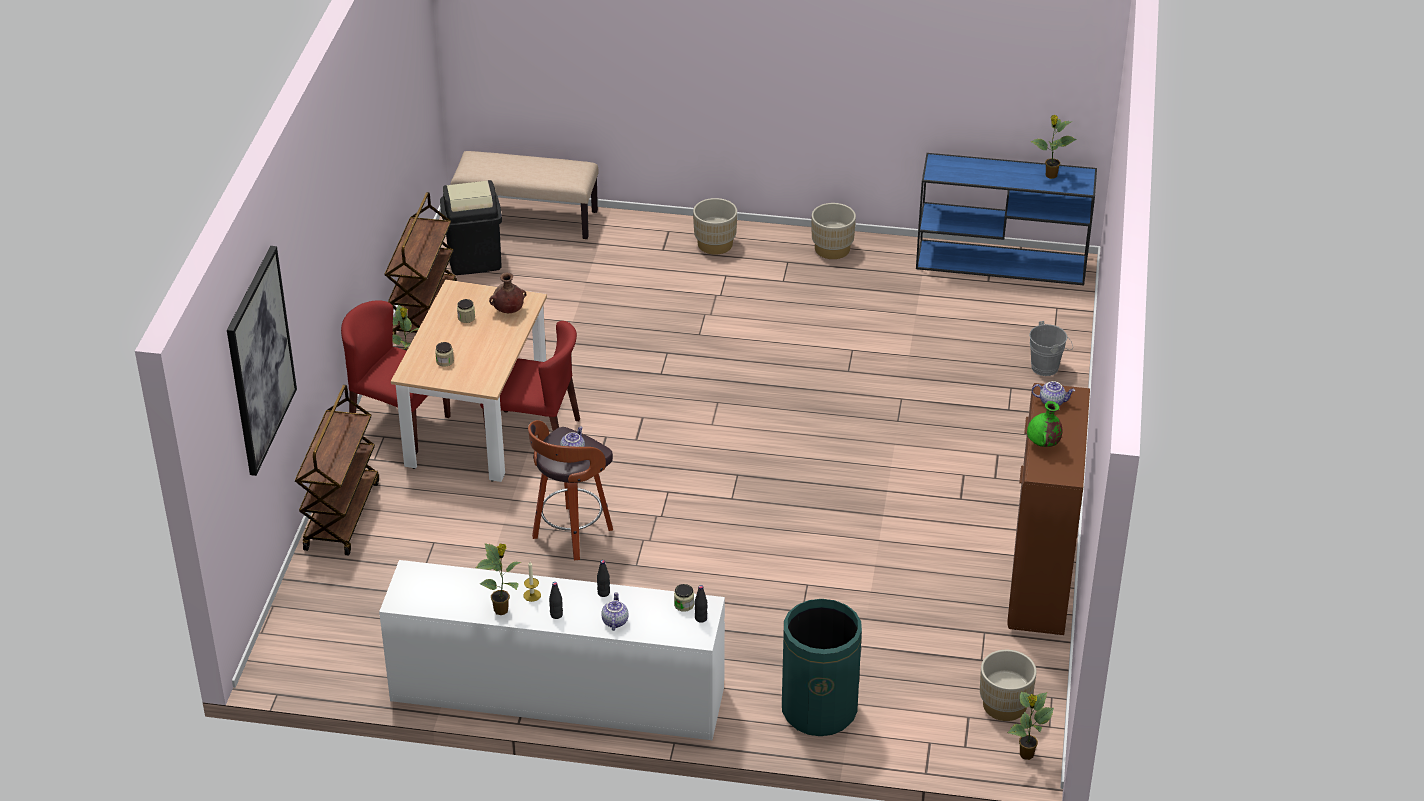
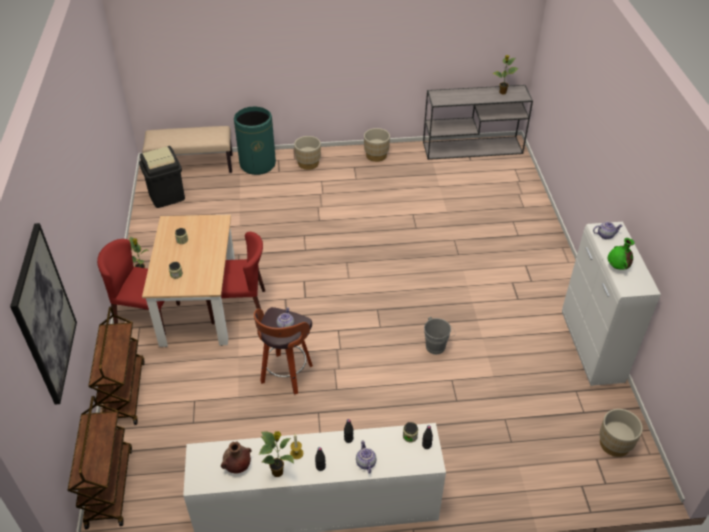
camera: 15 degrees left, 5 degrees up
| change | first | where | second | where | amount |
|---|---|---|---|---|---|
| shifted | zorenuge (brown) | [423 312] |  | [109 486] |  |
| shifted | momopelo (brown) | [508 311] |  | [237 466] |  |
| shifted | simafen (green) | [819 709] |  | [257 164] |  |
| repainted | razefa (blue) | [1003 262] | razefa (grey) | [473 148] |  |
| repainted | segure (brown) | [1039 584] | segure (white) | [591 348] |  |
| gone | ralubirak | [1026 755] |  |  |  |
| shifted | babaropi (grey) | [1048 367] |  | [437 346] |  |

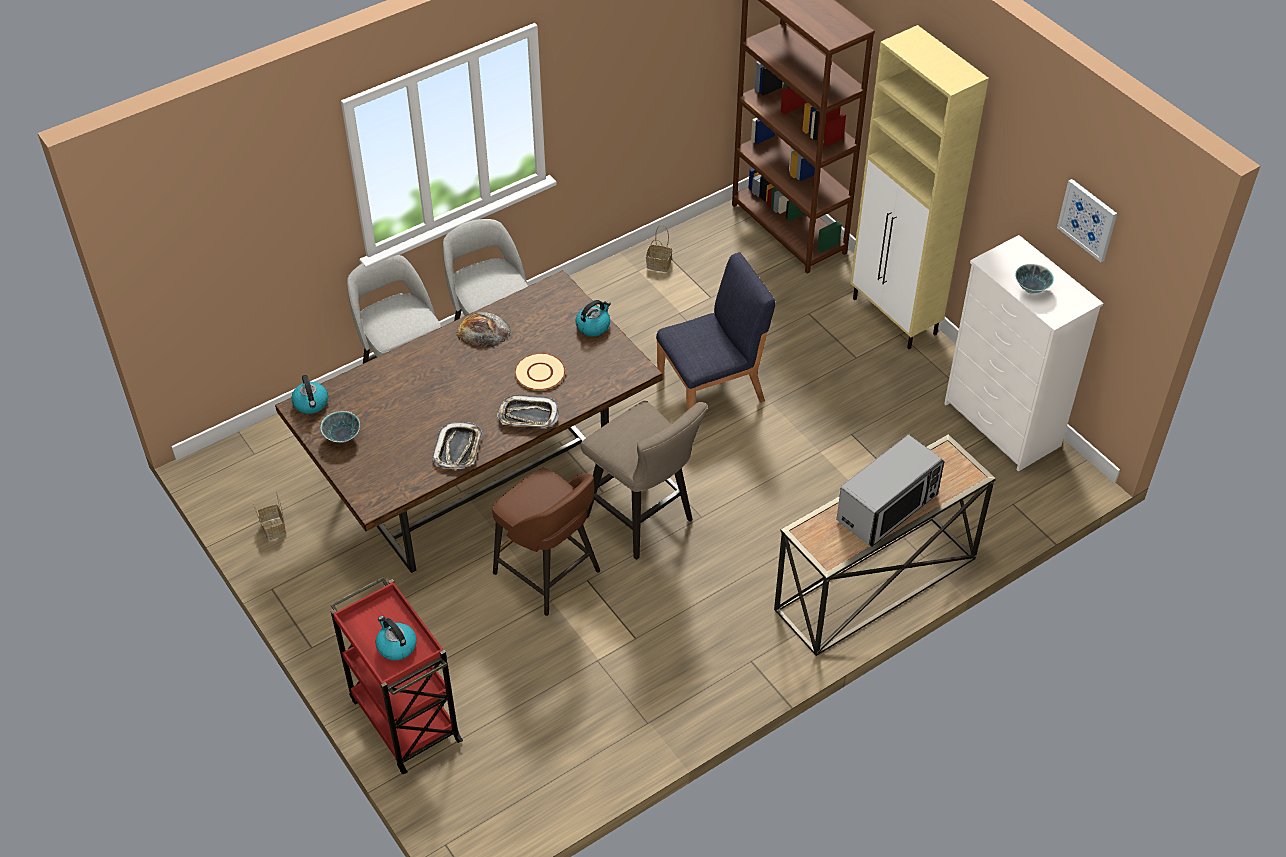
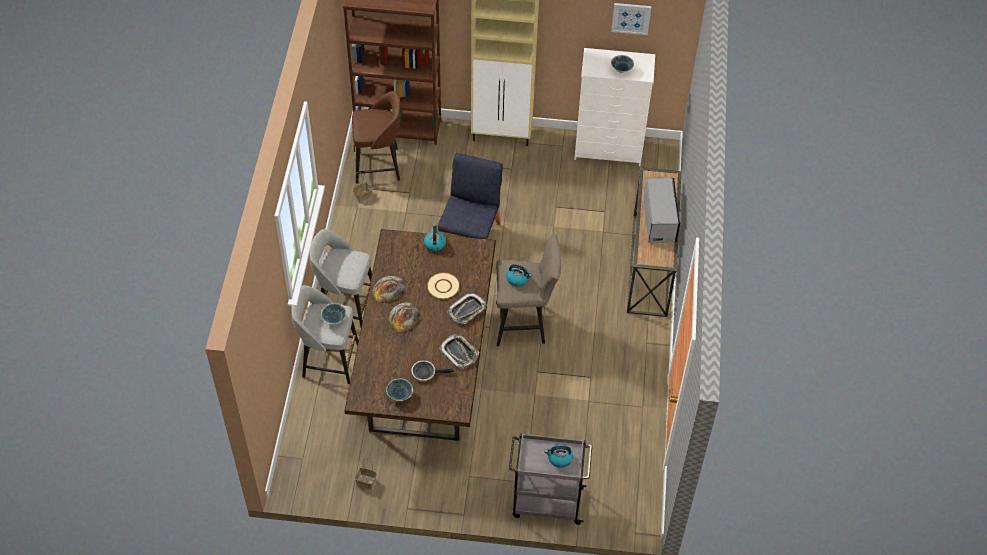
camera: 50 degrees left, 5 degrees up
| change | first | where | second | where | amount |
|---|---|---|---|---|---|
| shifted | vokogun | [311 403] |  | [518 279] |  |
| repainted | zorenuge (red) | [404 718] | zorenuge (grey) | [546 502] |  |
| shifted | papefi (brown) | [549 574] |  | [379 165] |  |
| new |  |  | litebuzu | [334 319] |  |
| new |  |  | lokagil | [404 317] |  |
| new |  |  | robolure | [425 373] |  |

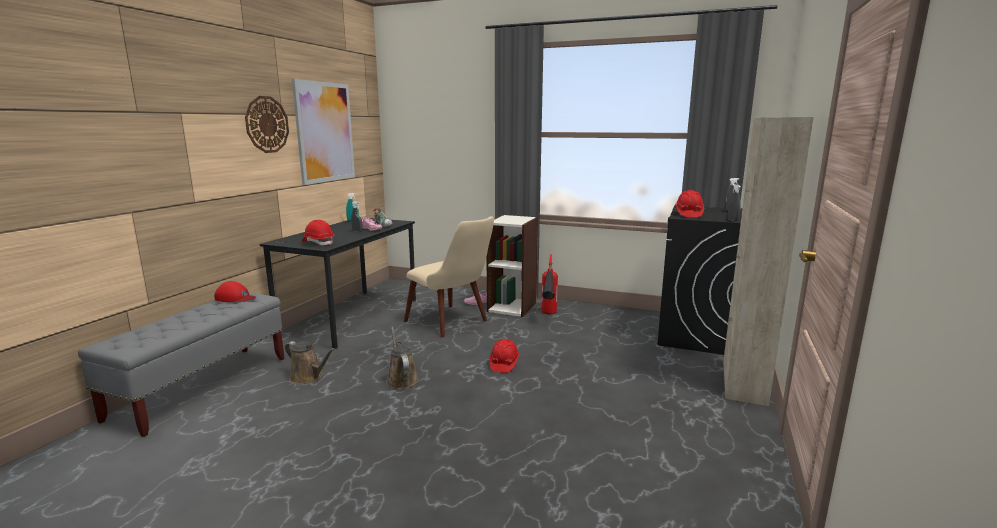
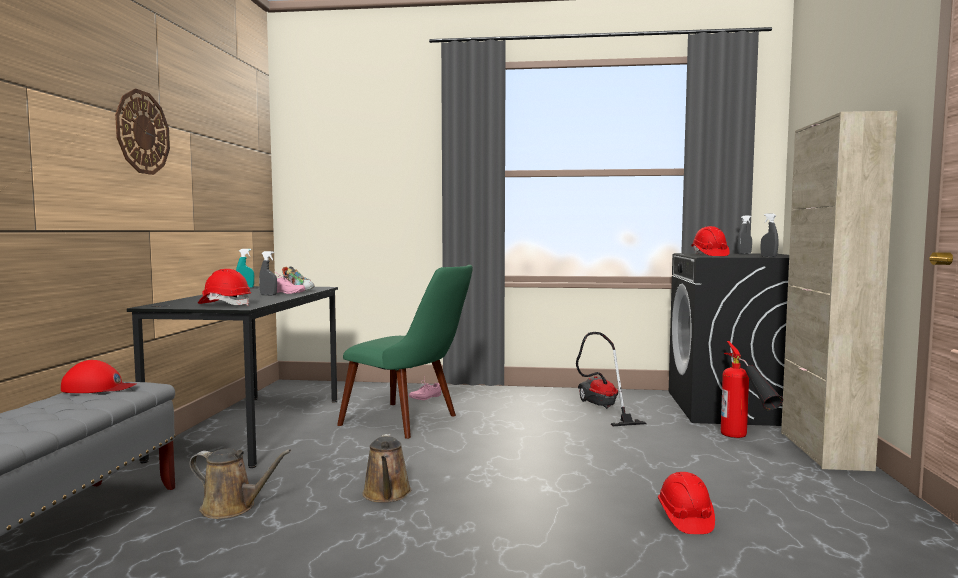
camera: 15 degrees left, 10 degrees down
| change | first | where | second | where | amount |
|---|---|---|---|---|---|
| gone | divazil | [325 132] |  |  |  |
| rotated | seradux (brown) | [401 379] |  | [387 494] | 150 degrees counterclockwise |
| repainted | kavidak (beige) | [453 323] | kavidak (green) | [411 422] |  |
| gone | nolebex | [512 307] |  |  |  |
| shifted | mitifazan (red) | [504 364] |  | [685 519] |  |
| shifted | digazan | [548 317] |  | [746 441] |  |
| new |  |  | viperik | [601 408] |  |

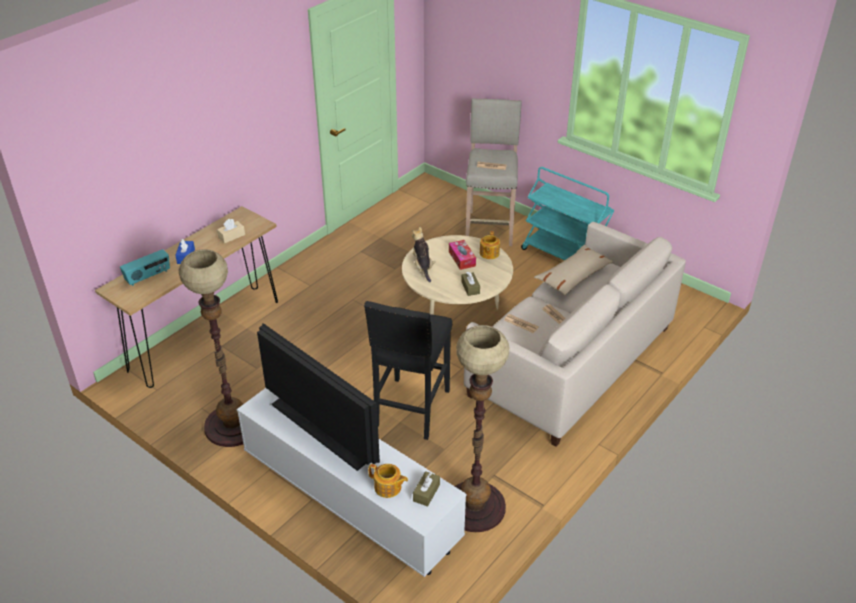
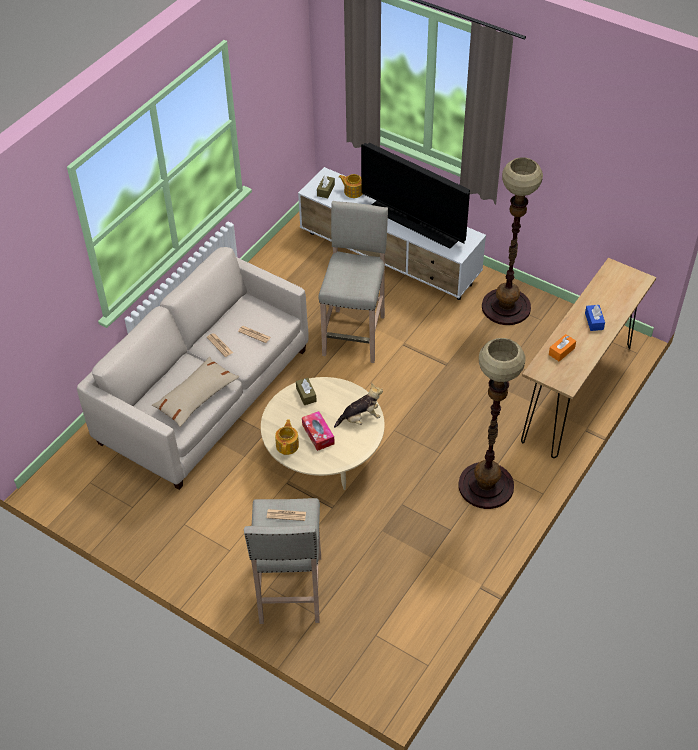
camera: 175 degrees right, 10 degrees up
| change | first | where | second | where | amount |
|---|---|---|---|---|---|
| gone | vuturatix | [148 277] |  |  |  |
| repainted | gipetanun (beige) | [231 236] | gipetanun (orange) | [561 351] |  |
| repainted | papefi (black) | [410 409] | papefi (beige) | [355 334] |  |
| rotated | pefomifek | [422 267] |  | [360 418] | 90 degrees counterclockwise |
| shifted | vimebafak | [474 506] |  | [486 486] |  |
| gone | zorenuge (turquoise) | [564 256] |  |  |  |

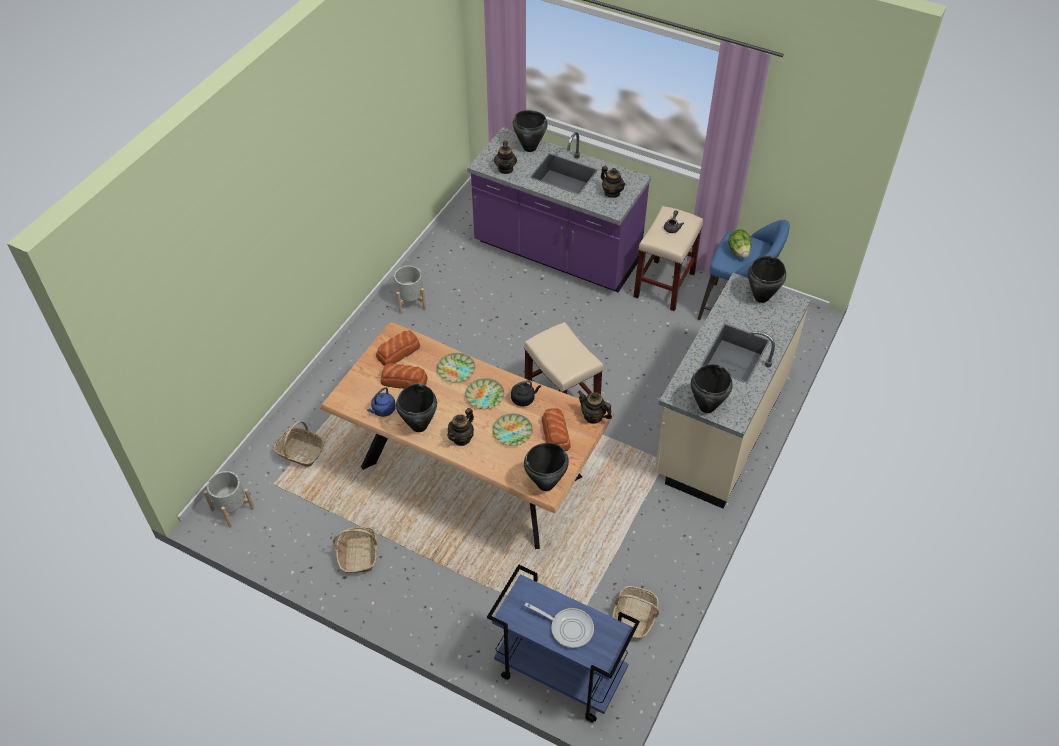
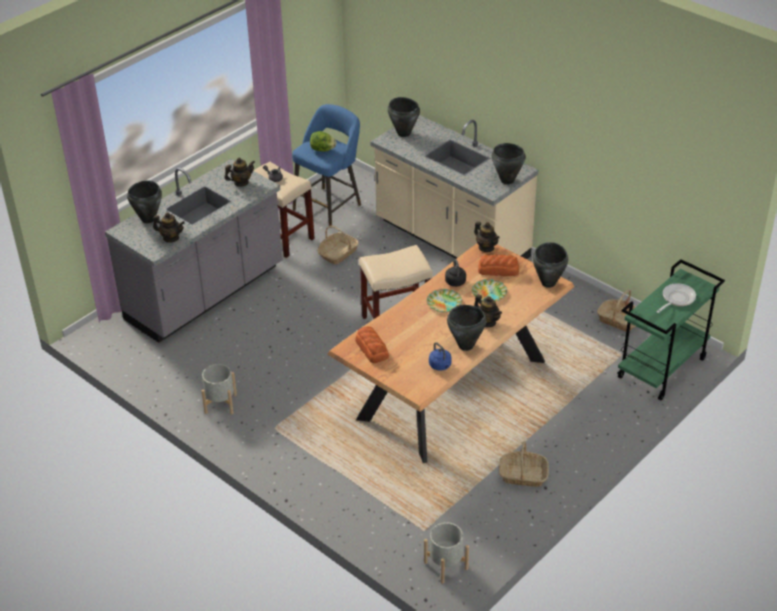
camera: 75 degrees left, 10 degrees down
| change | first | where | second | where | amount |
|---|---|---|---|---|---|
| shifted | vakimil | [300 452] |  | [338 253] |  |
| gone | lokagil | [404 381] |  |  |  |
| gone | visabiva | [456 369] |  |  |  |
| repainted | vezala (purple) | [556 254] | vezala (grey) | [206 294] |  |
| repainted | zorenuge (blue) | [559 674] | zorenuge (green) | [661 369] |  |
| rotated | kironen | [593 416] |  | [486 247] | 90 degrees counterclockwise |

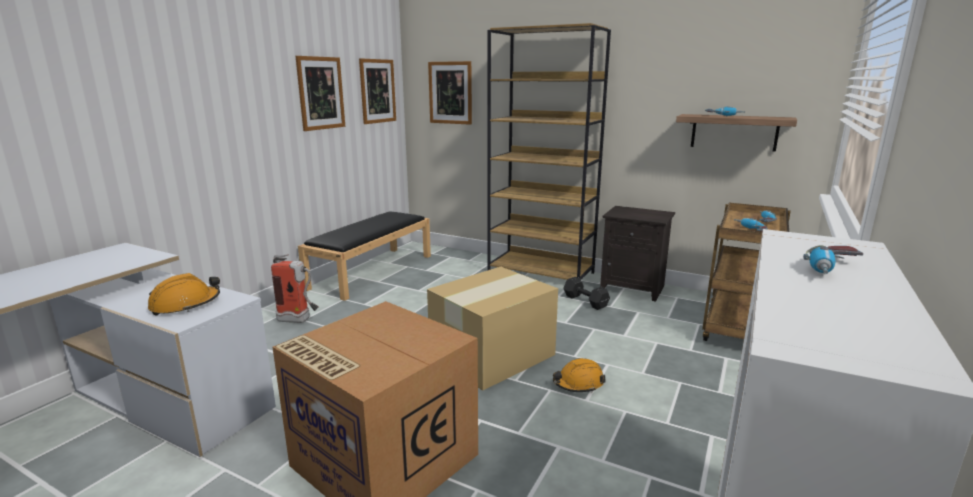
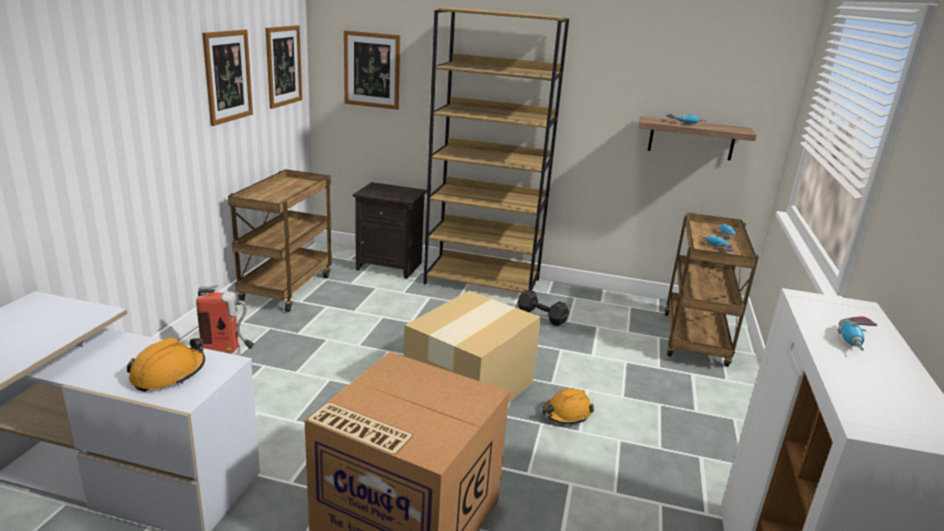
camera: 15 degrees left, 5 degrees up
| change | first | where | second | where | amount |
|---|---|---|---|---|---|
| swapped | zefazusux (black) | [372 271] | zorenuge (brown) | [286 287] |  |
| shifted | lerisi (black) | [633 288] |  | [390 266] |  |

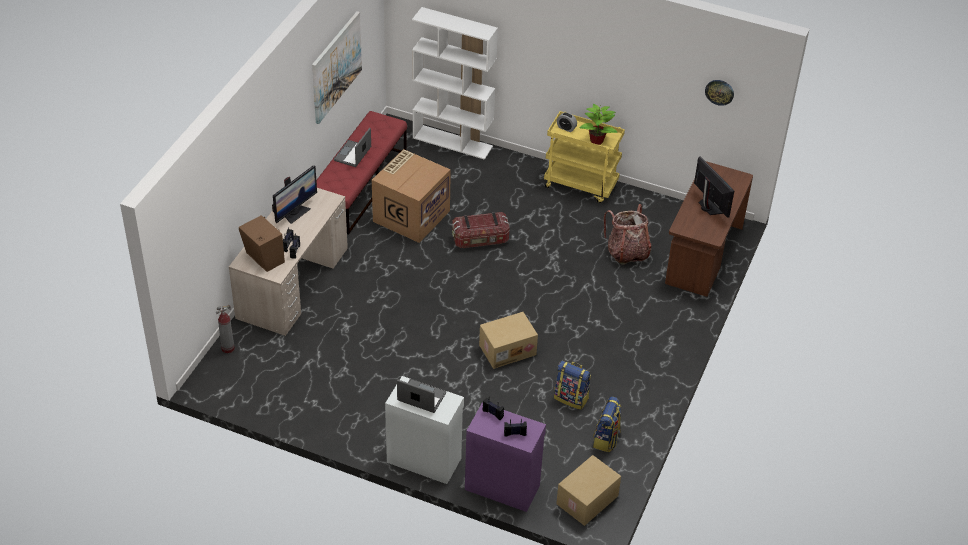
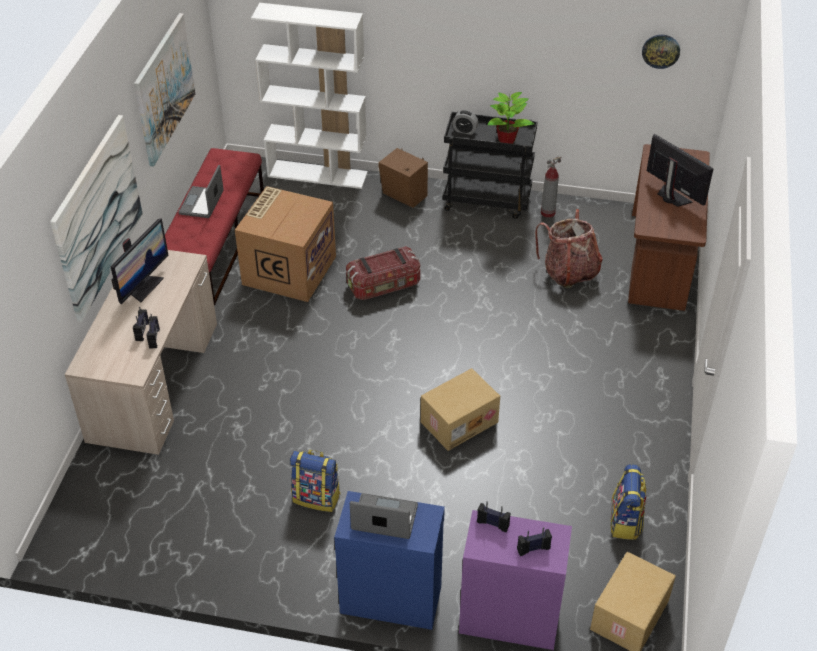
camera: 10 degrees left, 0 degrees up
| change | first | where | second | where | amount |
|---|---|---|---|---|---|
| shifted | digazan | [228 348] |  | [547 213] |  |
| shifted | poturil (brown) | [264 259] |  | [404 196] |  |
| repainted | segure (white) | [424 459] | segure (blue) | [390 598] |  |
| repainted | zorenuge (yellow) | [581 185] | zorenuge (black) | [487 201] |  |
| shifted | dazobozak | [571 398] |  | [317 497] |  |
| new |  |  | divazil | [97 216] |  |

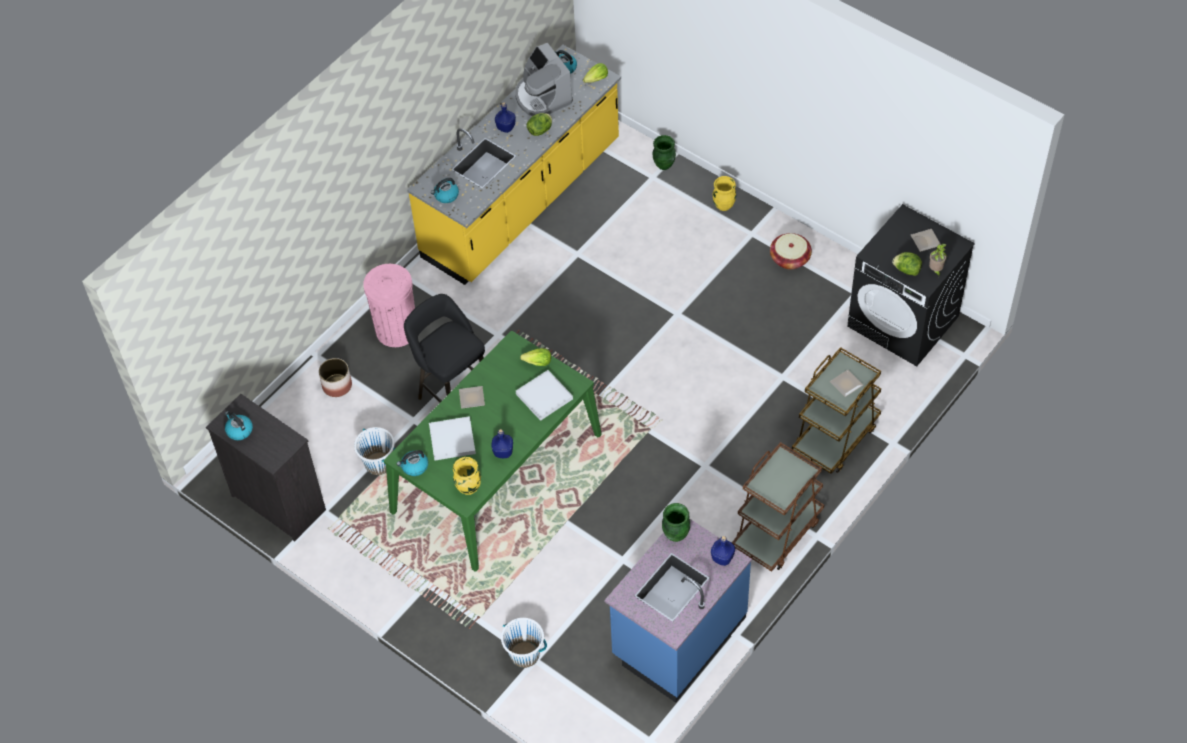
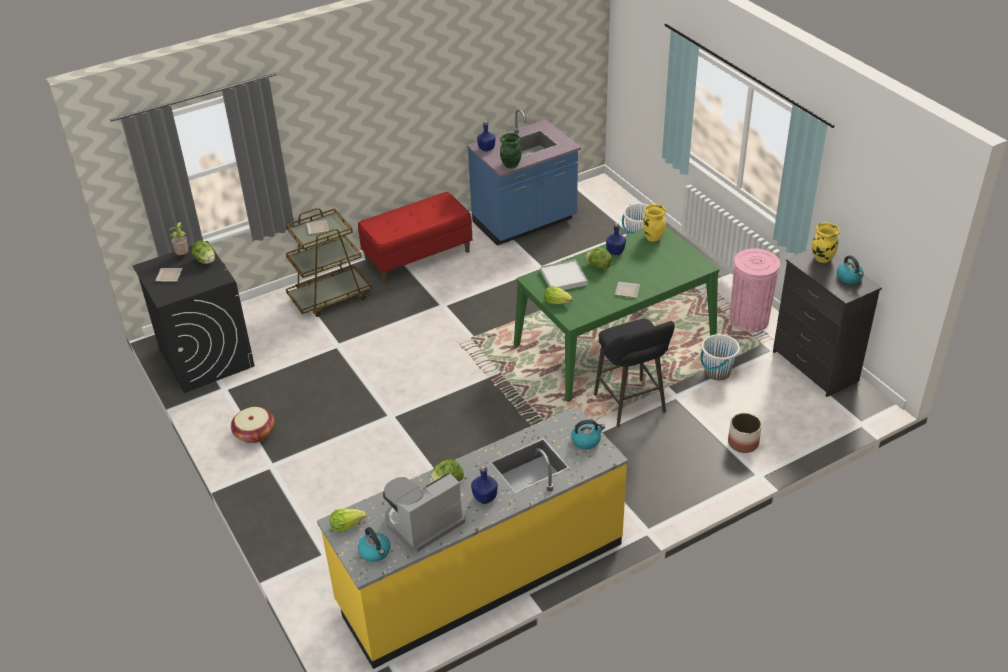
camera: 160 degrees left, 15 degrees down
| change | first | where | second | where | amount |
|---|---|---|---|---|---|
| shifted | simafen (pink) | [396 330] |  | [749 320] |  |
| gone | vokogun | [414 467] |  |  |  |
| gone | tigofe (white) | [452 440] |  |  |  |
| rotated | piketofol | [542 97] |  | [423 522] | 120 degrees counterclockwise |
| gone | momopelo (green) | [664 164] |  |  |  |
| shifted | momopelo (yellow) | [724 205] |  | [822 258] |  |
| swapped | zorenuge (brown) | [777 532] | zefazusux (red) | [418 256] |  |
| new |  |  | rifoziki | [598 266] |  |

